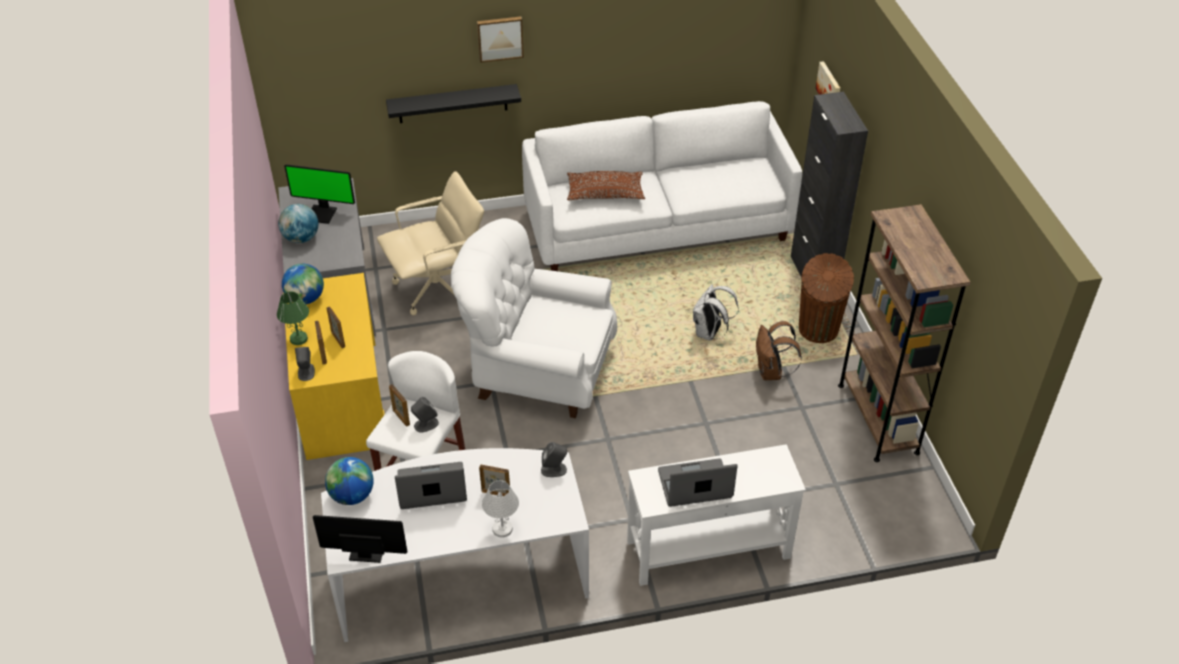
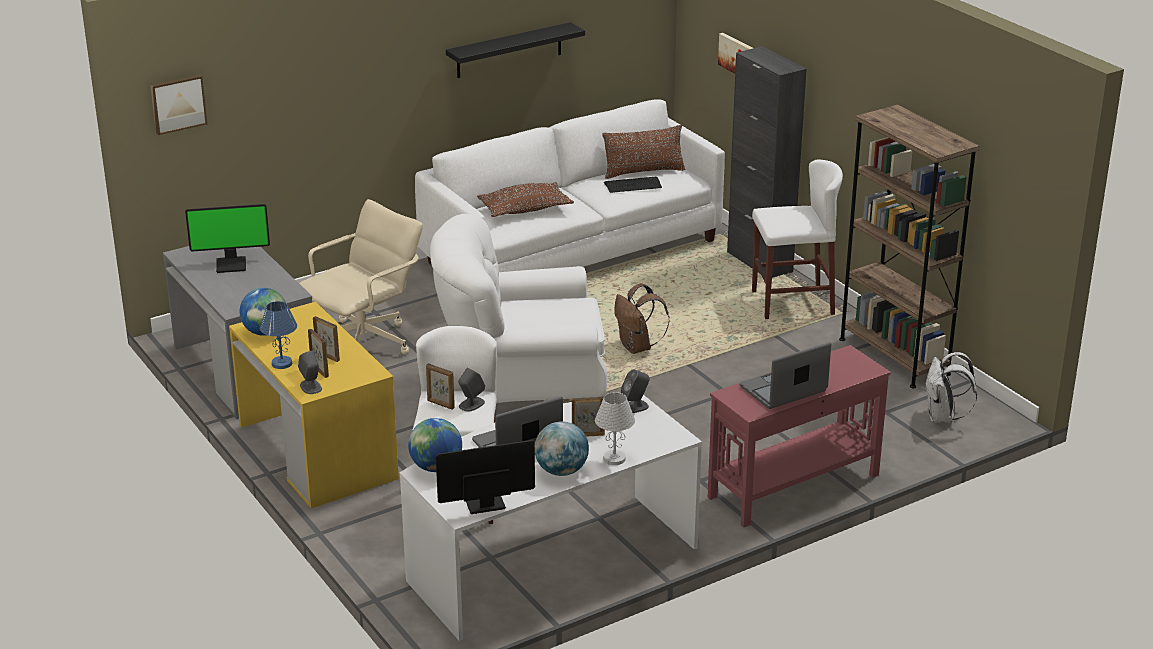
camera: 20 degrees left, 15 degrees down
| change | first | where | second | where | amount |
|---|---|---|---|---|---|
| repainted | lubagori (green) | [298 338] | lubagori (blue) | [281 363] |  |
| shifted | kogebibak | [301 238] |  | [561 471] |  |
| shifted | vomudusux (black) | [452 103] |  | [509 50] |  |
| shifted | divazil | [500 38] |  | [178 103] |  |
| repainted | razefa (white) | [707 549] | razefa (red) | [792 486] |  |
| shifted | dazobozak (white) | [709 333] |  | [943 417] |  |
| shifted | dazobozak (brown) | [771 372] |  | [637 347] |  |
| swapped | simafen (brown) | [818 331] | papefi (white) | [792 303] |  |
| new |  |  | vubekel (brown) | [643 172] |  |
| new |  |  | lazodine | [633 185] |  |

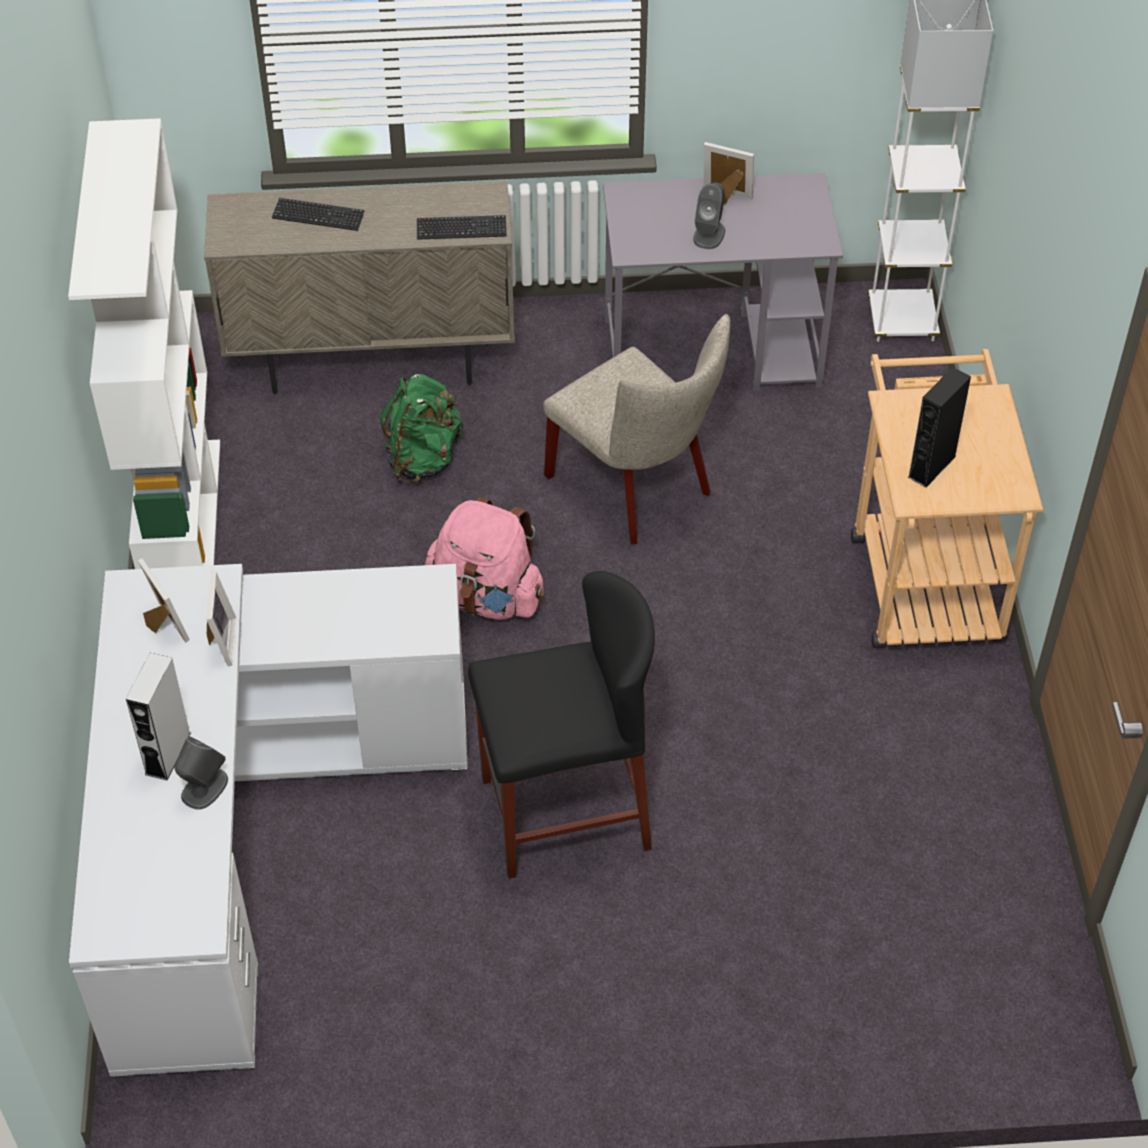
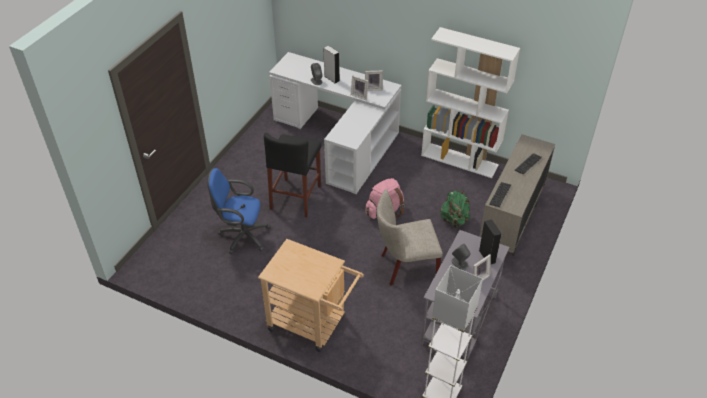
camera: 120 degrees right, 5 degrees down
| change | first | where | second | where | amount |
|---|---|---|---|---|---|
| shifted | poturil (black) | [931 466] |  | [487 256] |  |
| new |  |  | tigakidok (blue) | [241 236] |  |

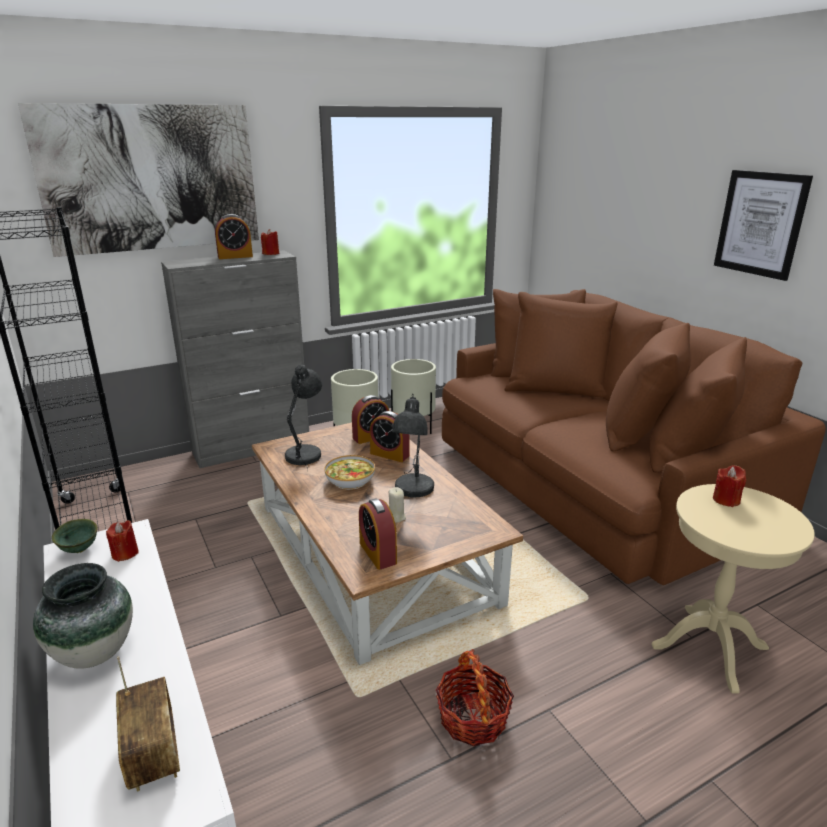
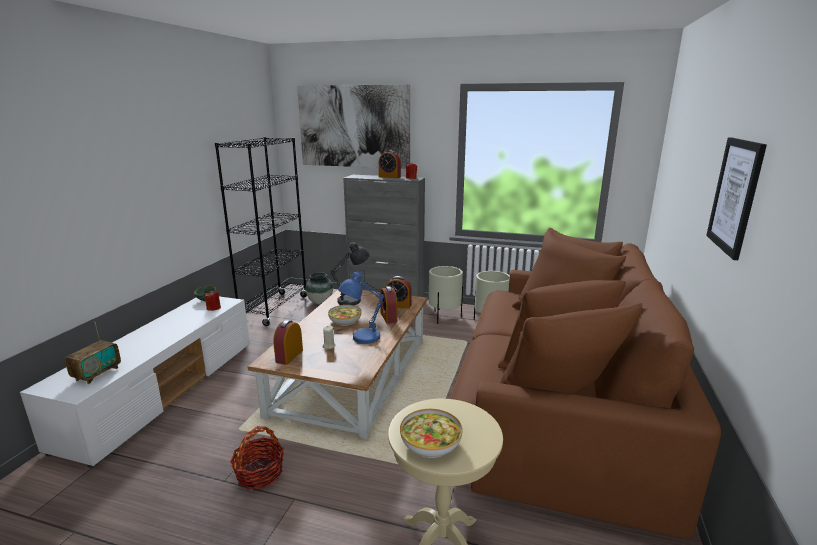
camera: 45 degrees right, 5 degrees down
| change | first | where | second | where | amount |
|---|---|---|---|---|---|
| shifted | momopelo | [95 652] |  | [320 302] |  |
| repainted | lubagori (grey) | [413 490] | lubagori (blue) | [363 338] |  |
| gone | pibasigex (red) | [726 500] |  |  |  |
| new |  |  | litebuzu | [430 444] |  |

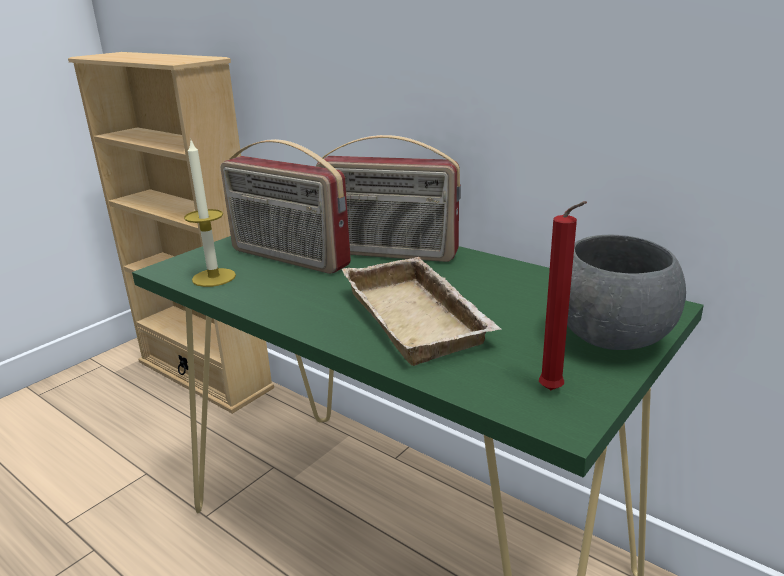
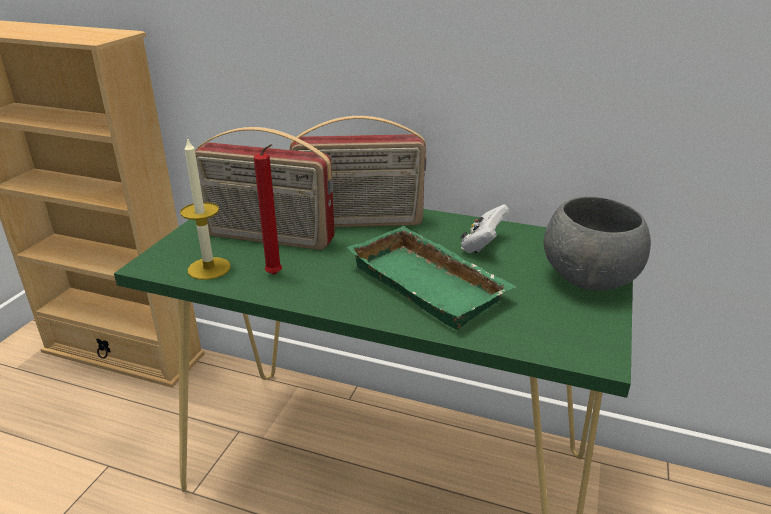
camera: 20 degrees left, 5 degrees up
| change | first | where | second | where | amount |
|---|---|---|---|---|---|
| repainted | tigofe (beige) | [420 318] | tigofe (green) | [431 283] |  |
| shifted | pibasigex (red) | [553 392] |  | [276 275] |  |
| new |  |  | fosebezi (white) | [482 246] |  |

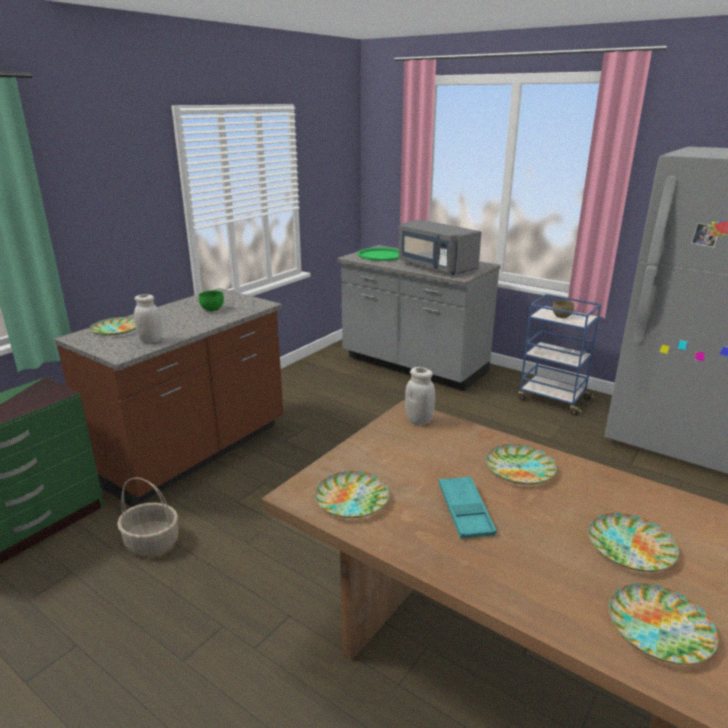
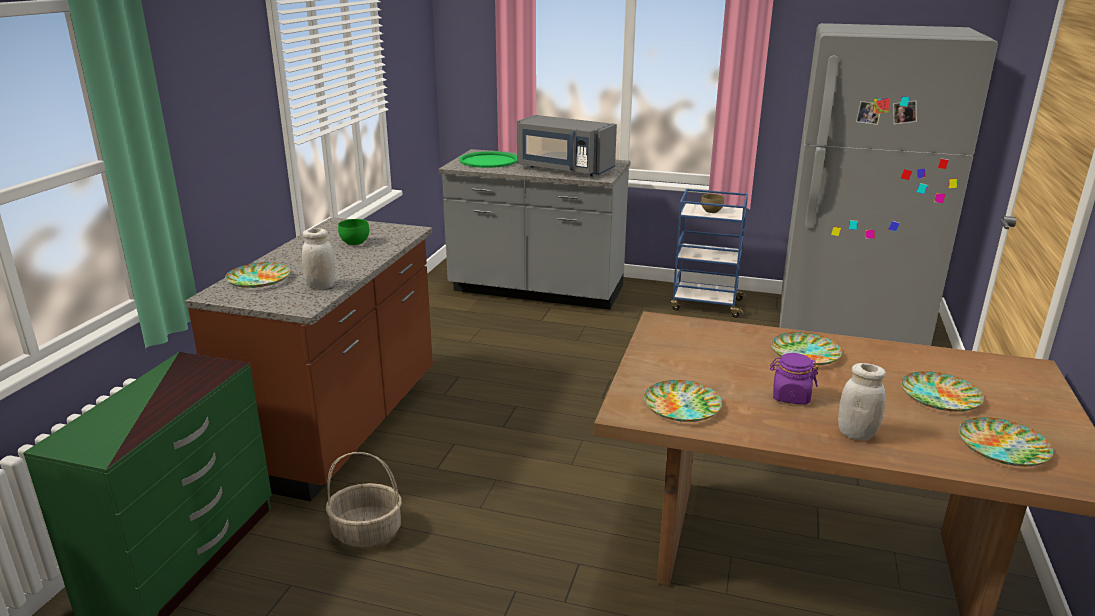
camera: 20 degrees left, 0 degrees up
| change | first | where | second | where | amount |
|---|---|---|---|---|---|
| shifted | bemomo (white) | [419 420] |  | [856 434] |  |
| swapped | tigofe (turquoise) | [465 511] | bemomo (purple) | [790 396] |  |

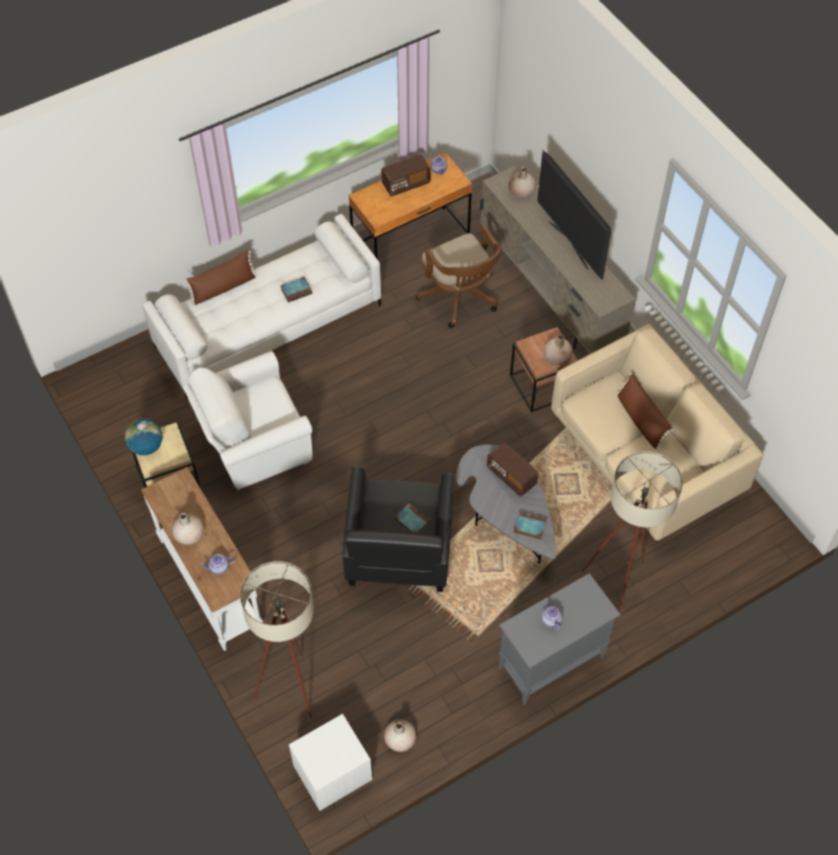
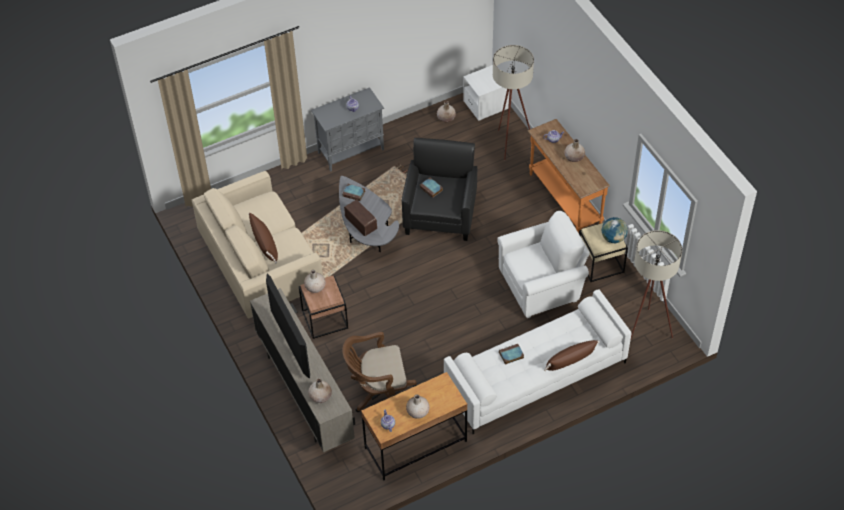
camera: 175 degrees left, 5 degrees down
| change | first | where | second | where | amount |
|---|---|---|---|---|---|
| repainted | razefa (white) | [212 584] | razefa (orange) | [564 200] |  |
| swapped | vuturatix | [406 184] | momopelo (beige) | [417 412] |  |
| rotated | tigakidok (brown) | [460 299] |  | [378 392] | 75 degrees counterclockwise |
| shifted | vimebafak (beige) | [620 579] |  | [645 331] |  |

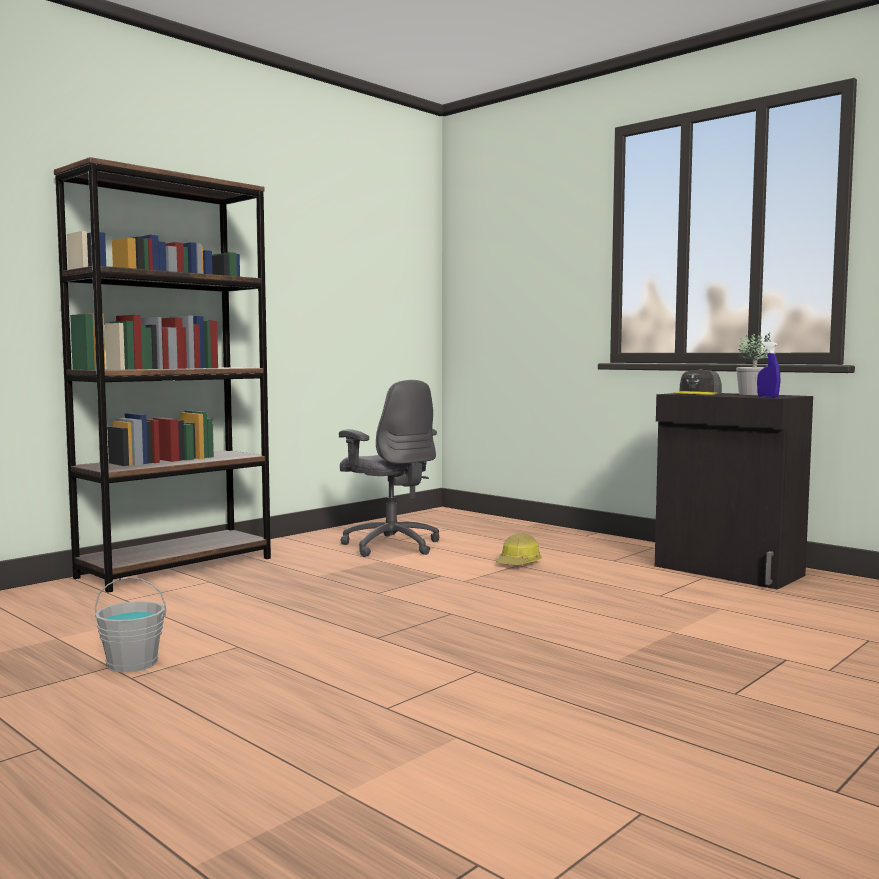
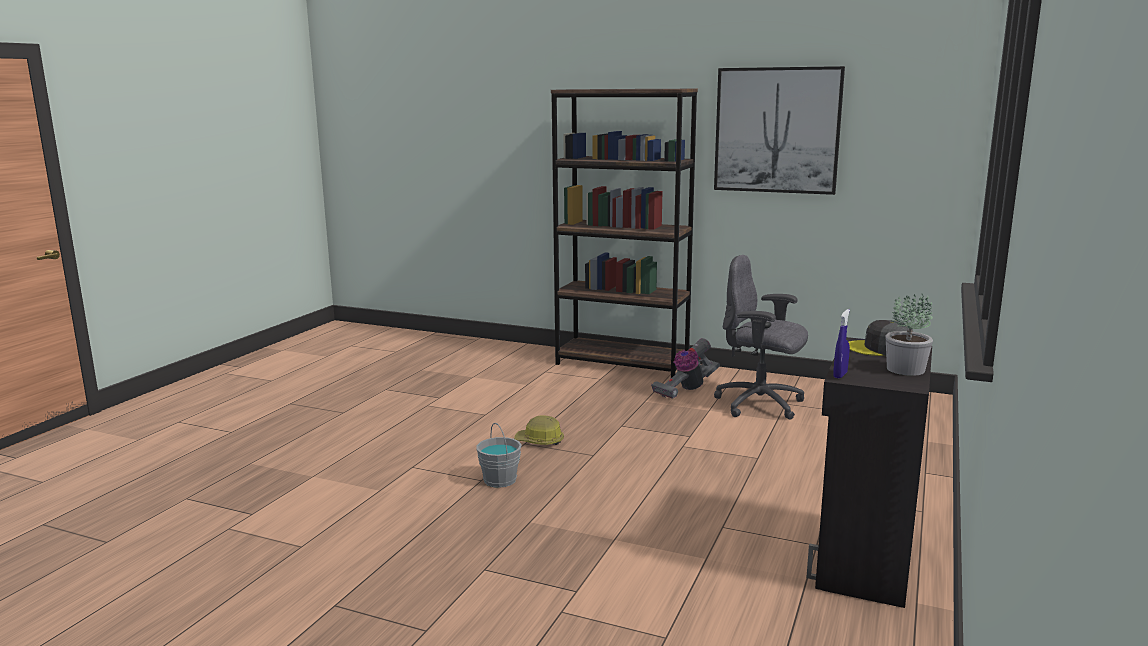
camera: 70 degrees right, 10 degrees up
| change | first | where | second | where | amount |
|---|---|---|---|---|---|
| shifted | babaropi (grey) | [133 663] |  | [500 480] |  |
| rotated | tigakidok (grey) | [391 546] |  | [760 404] | 90 degrees clockwise |
| shifted | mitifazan | [519 563] |  | [540 441] |  |
| new |  |  | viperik | [686 389] |  |
| new |  |  | divazil | [777 130] |  |

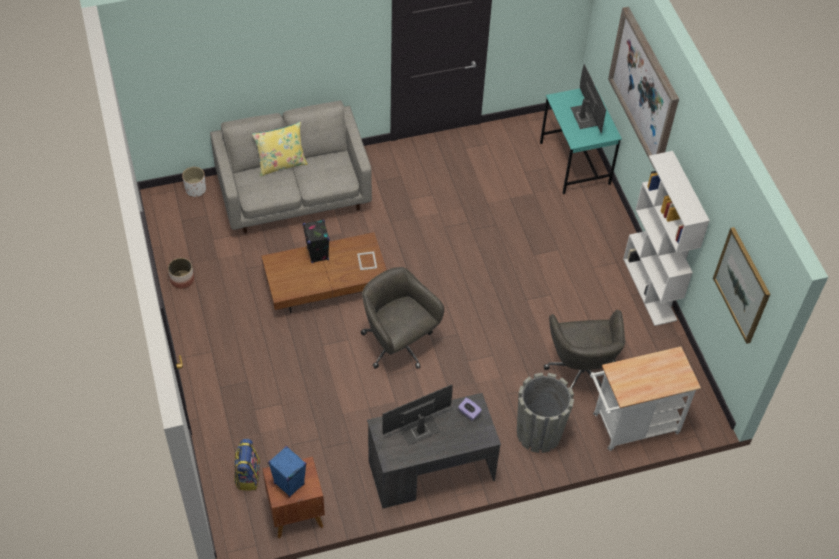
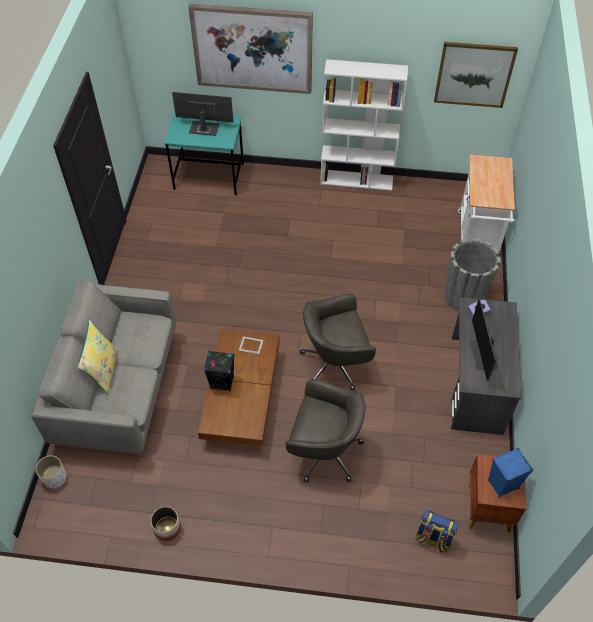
camera: 65 degrees left, 0 degrees up
| change | first | where | second | where | amount |
|---|---|---|---|---|---|
| shifted | tigakidok (grey) | [581 372] |  | [323 451] |  |

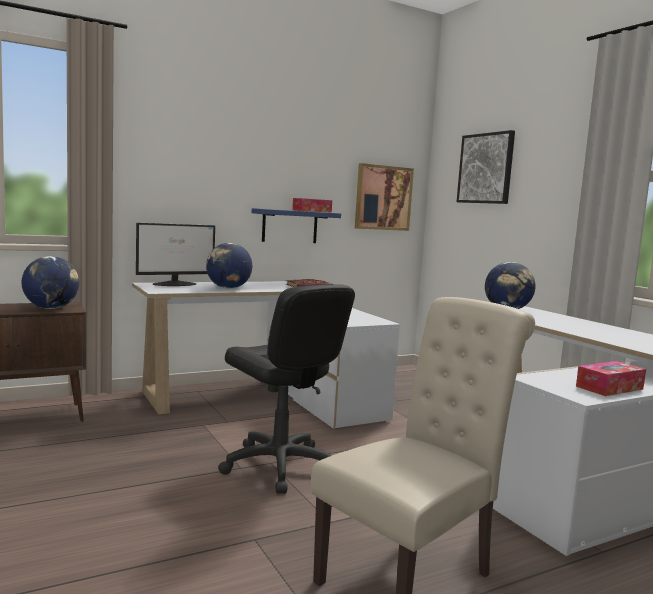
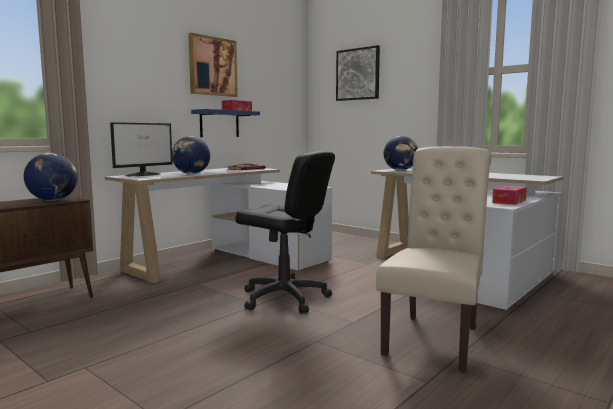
camera: 20 degrees left, 0 degrees up
| change | first | where | second | where | amount |
|---|---|---|---|---|---|
| shifted | divazil | [383 198] |  | [212 66] |  |

